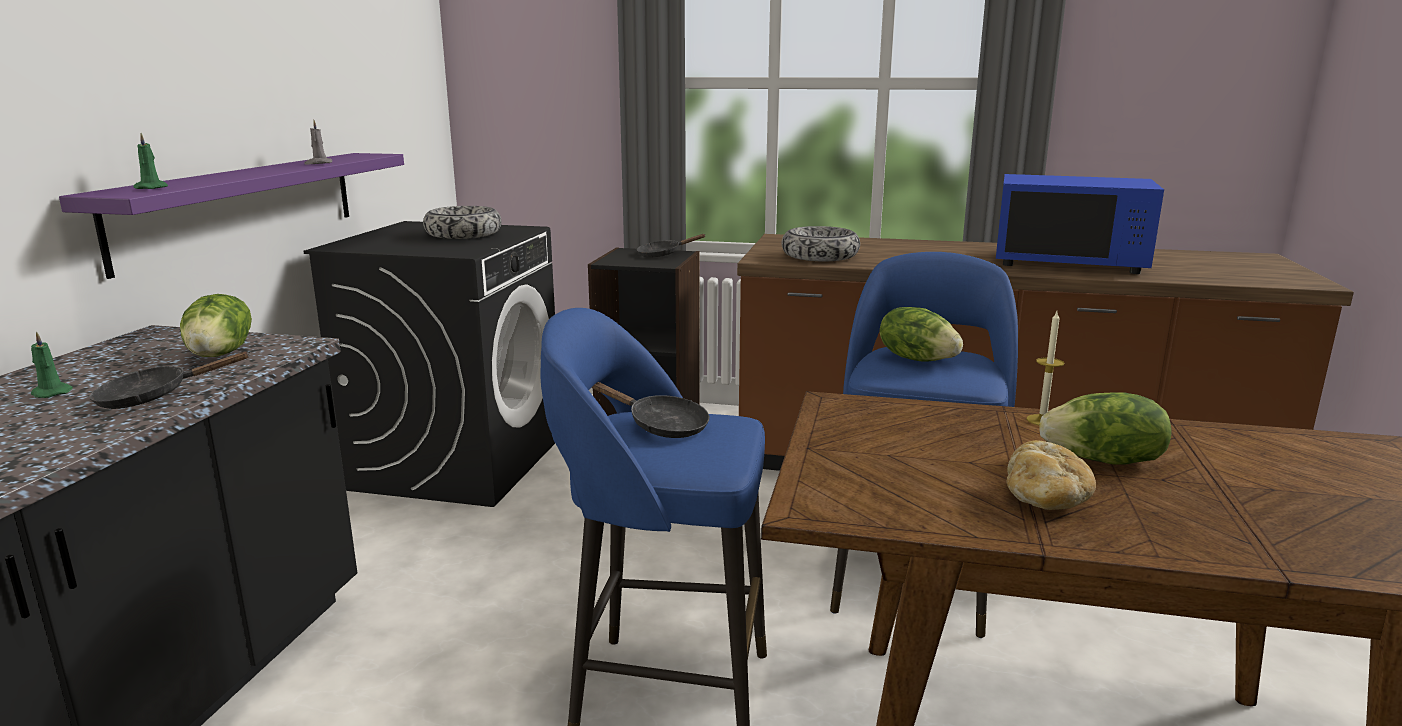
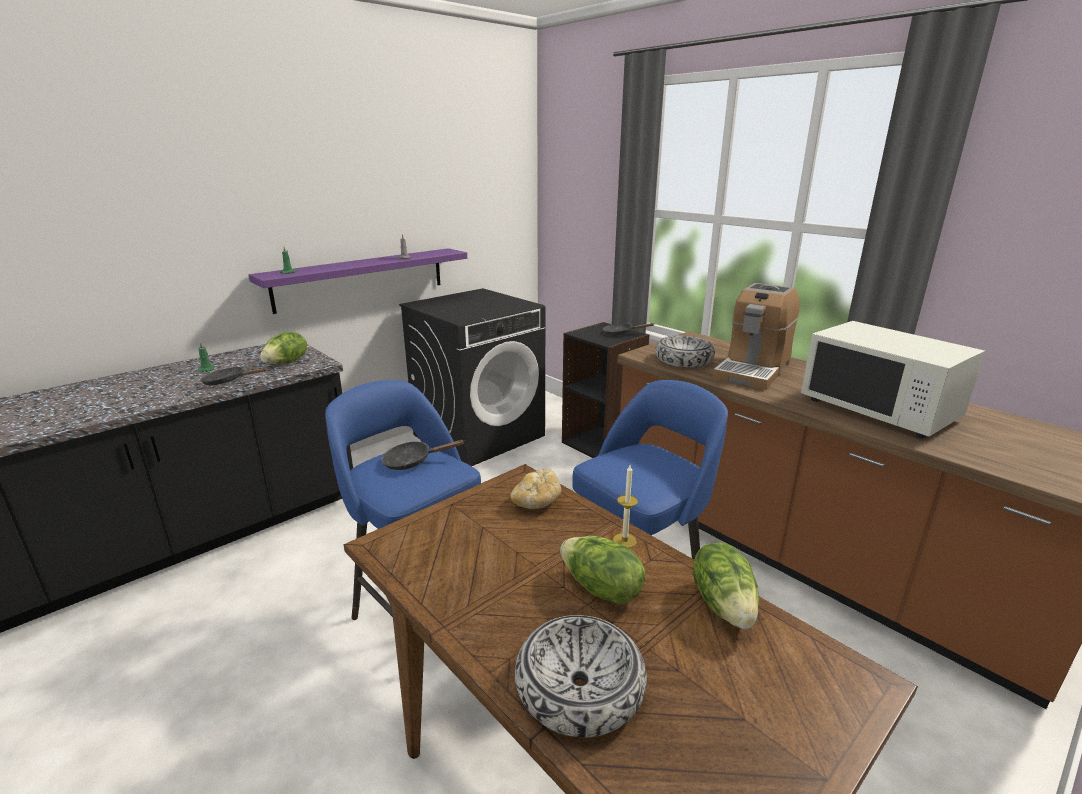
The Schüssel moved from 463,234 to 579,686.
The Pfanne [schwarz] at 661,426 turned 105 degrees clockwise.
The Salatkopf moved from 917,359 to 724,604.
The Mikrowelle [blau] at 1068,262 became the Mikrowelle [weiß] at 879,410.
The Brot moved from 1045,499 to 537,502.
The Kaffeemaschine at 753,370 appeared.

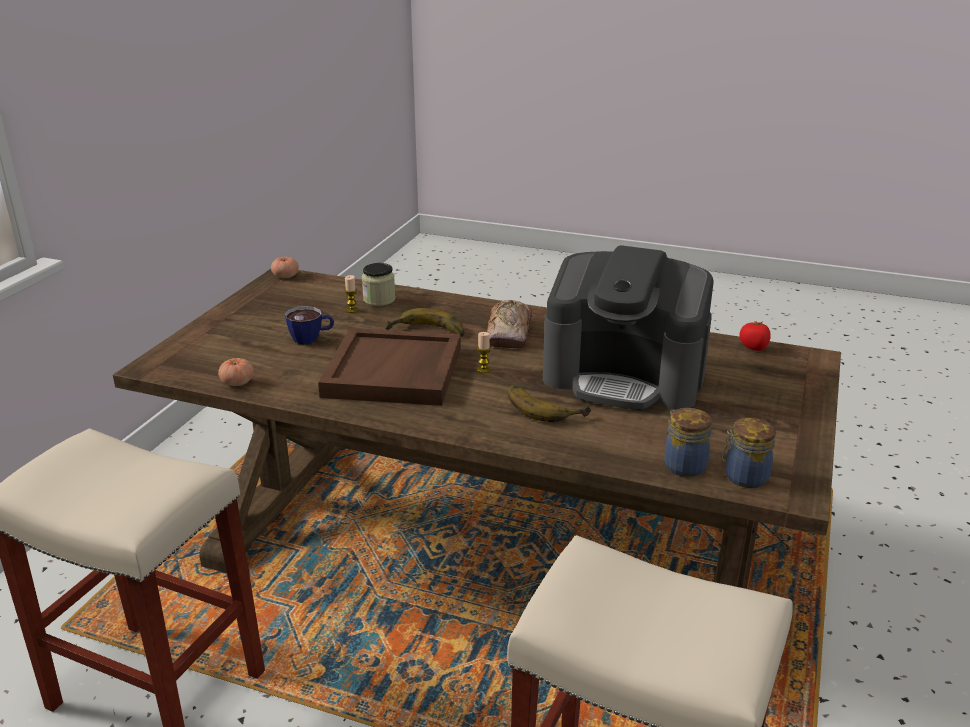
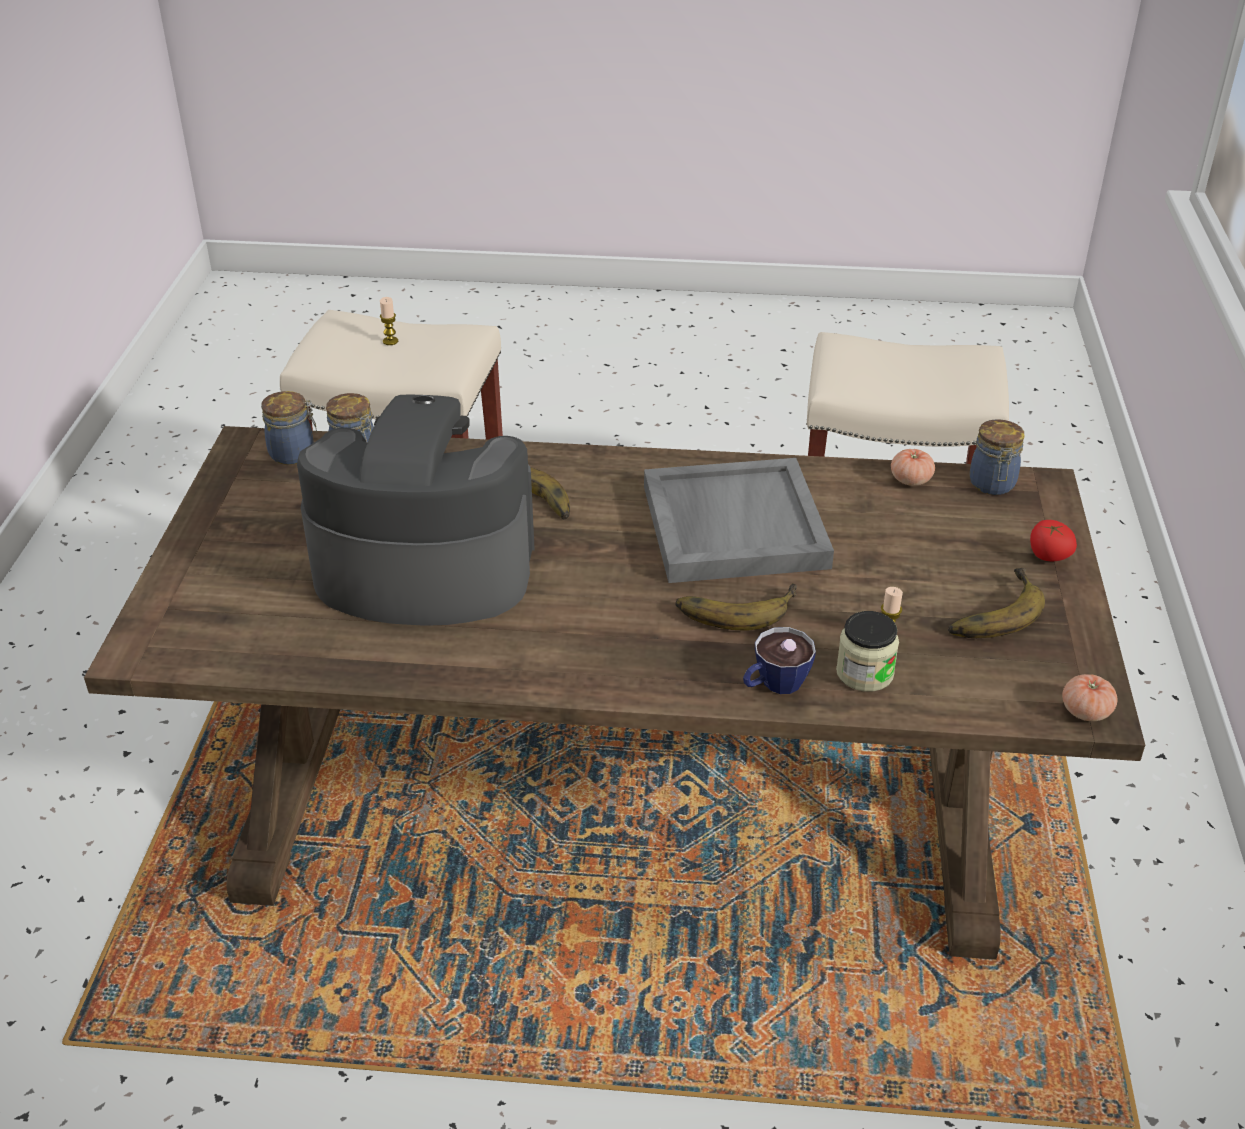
The Tasse moved from 311,338 to 774,685.
The Tablett [braun] at 394,372 became the Tablett [grau] at 732,525.
The Kerze moved from 483,370 to 390,341.
The Brot at 509,333 disappeared.
The Tomate moved from 754,347 to 1048,556.
The Banane at 989,611 appeared.
The Vorratsglas at 992,485 appeared.

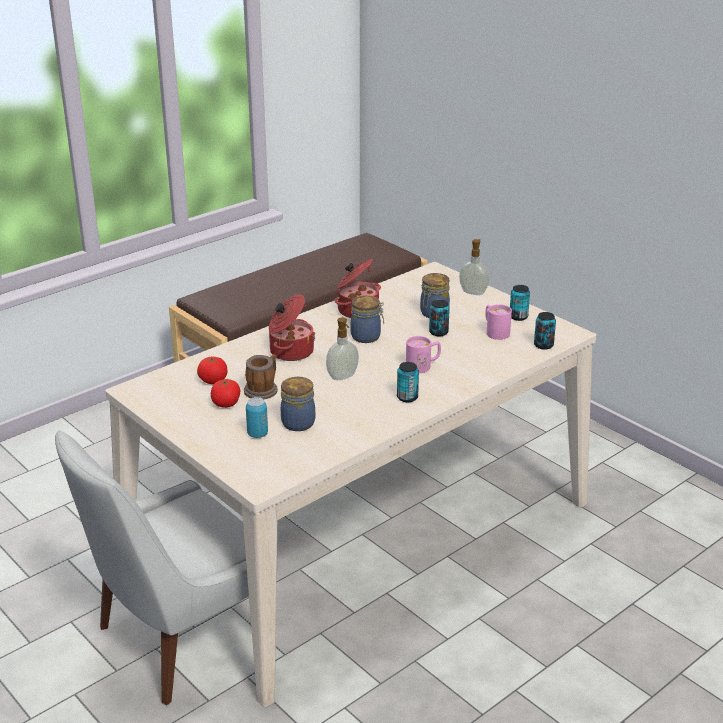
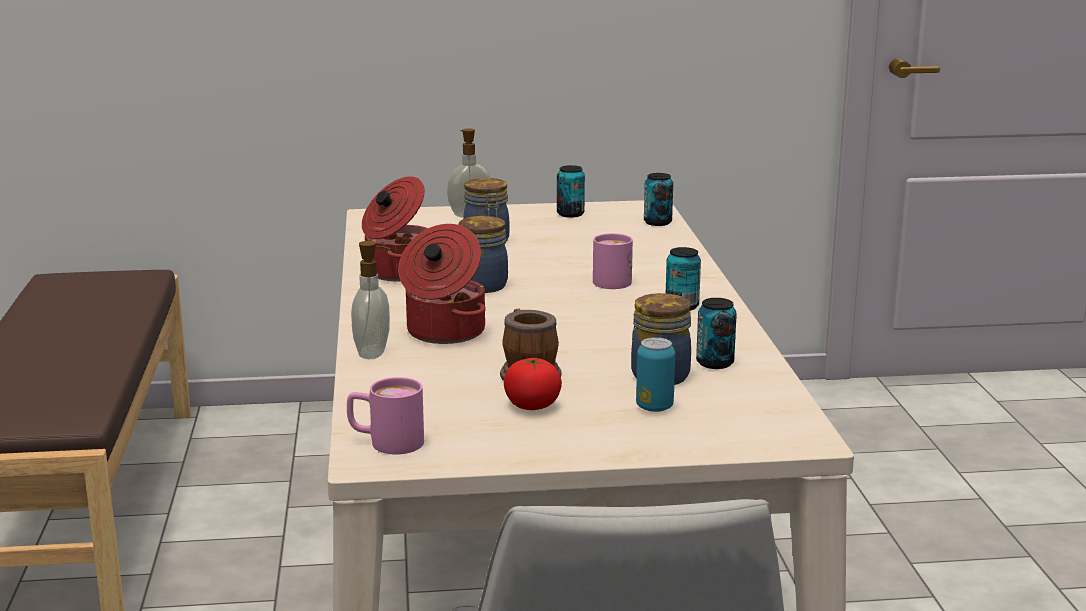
The Tomate at 213,380 disappeared.
The Seifenspender moved from 343,377 to 374,353.
The Dose moved from 438,332 to 715,363.
The Henkelbecher [rosa] moved from 495,331 to 386,442.

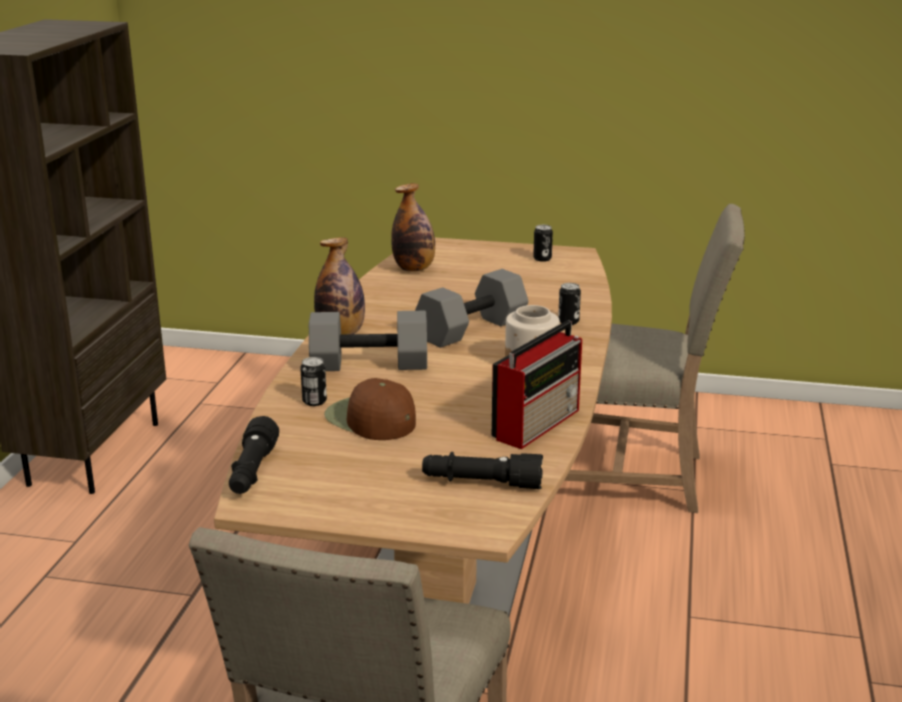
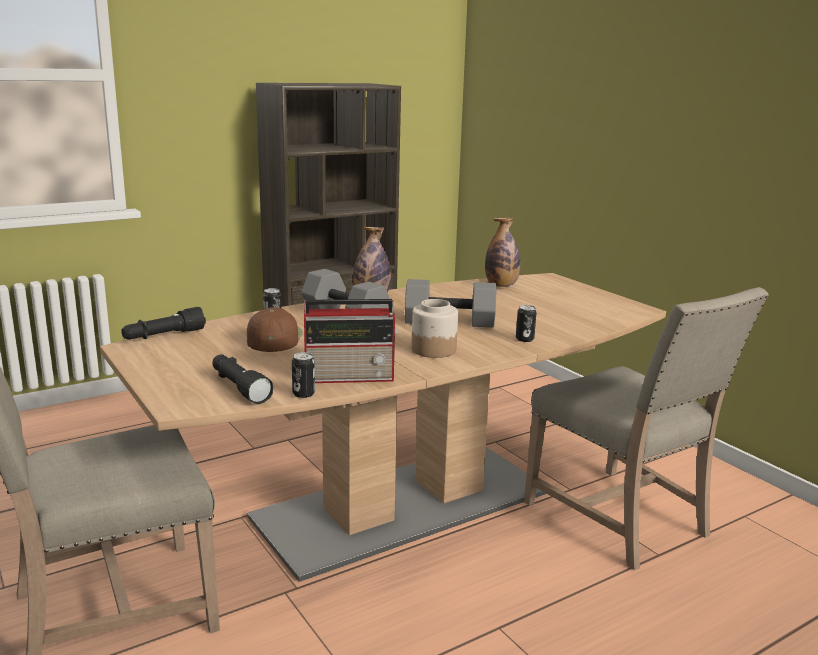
The Dose moved from 542,259 to 303,394.

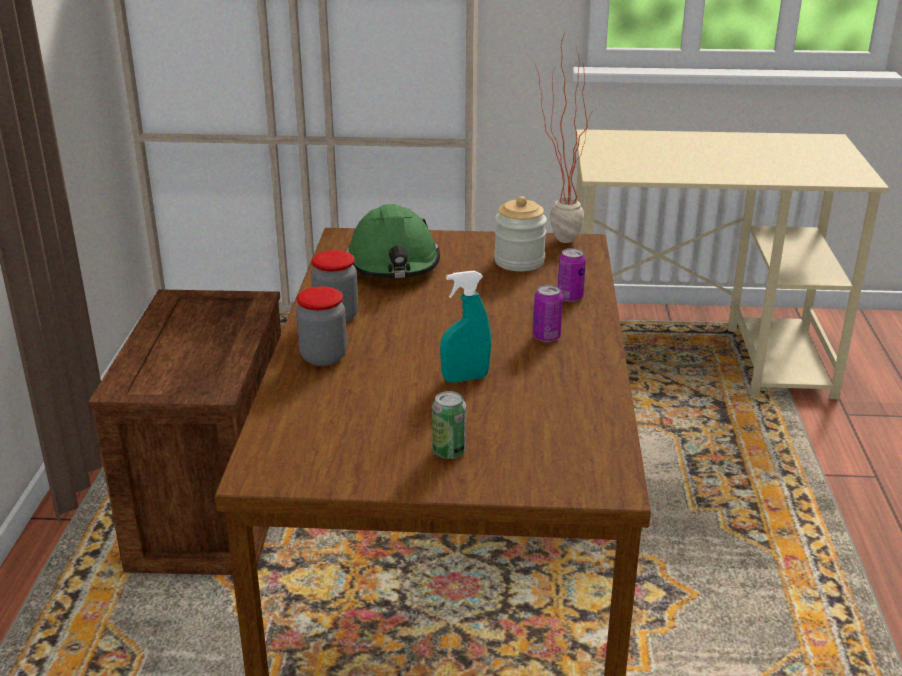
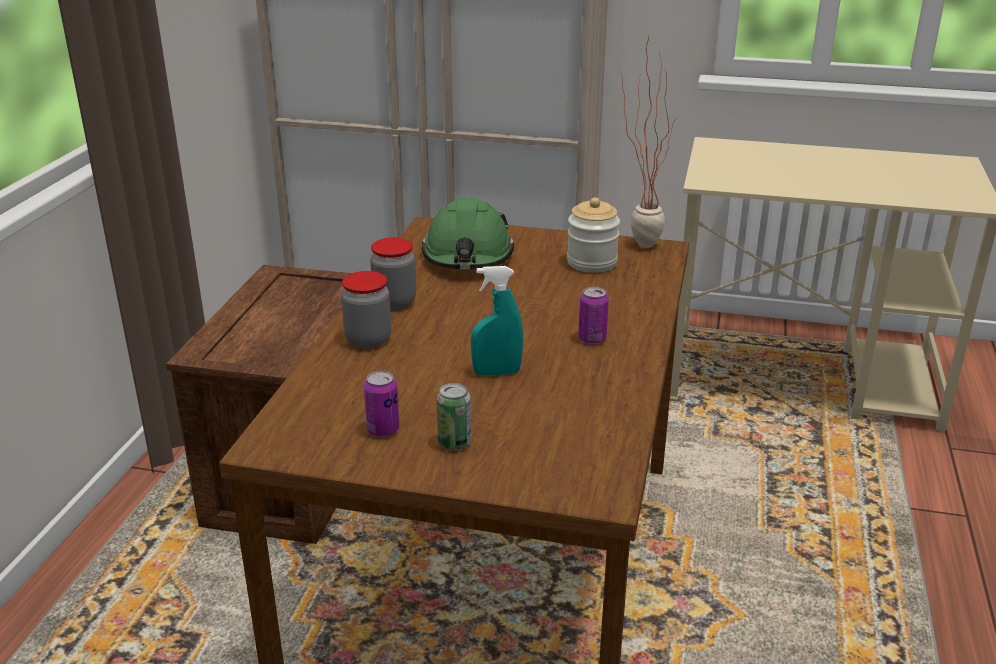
The Dose moved from 570,297 to 383,430.

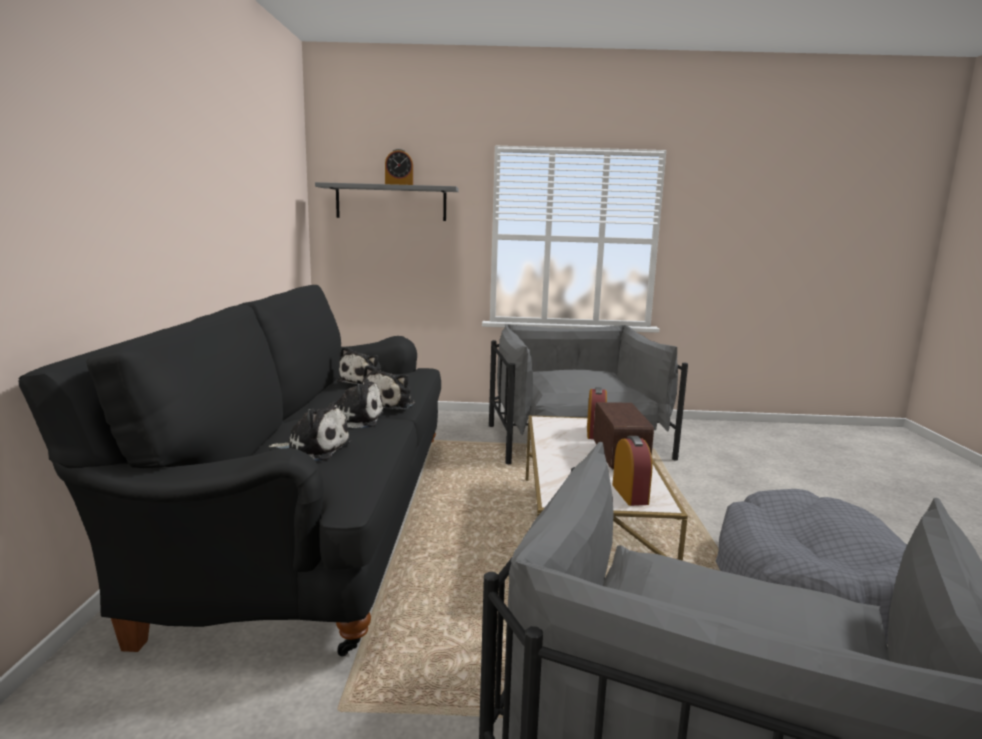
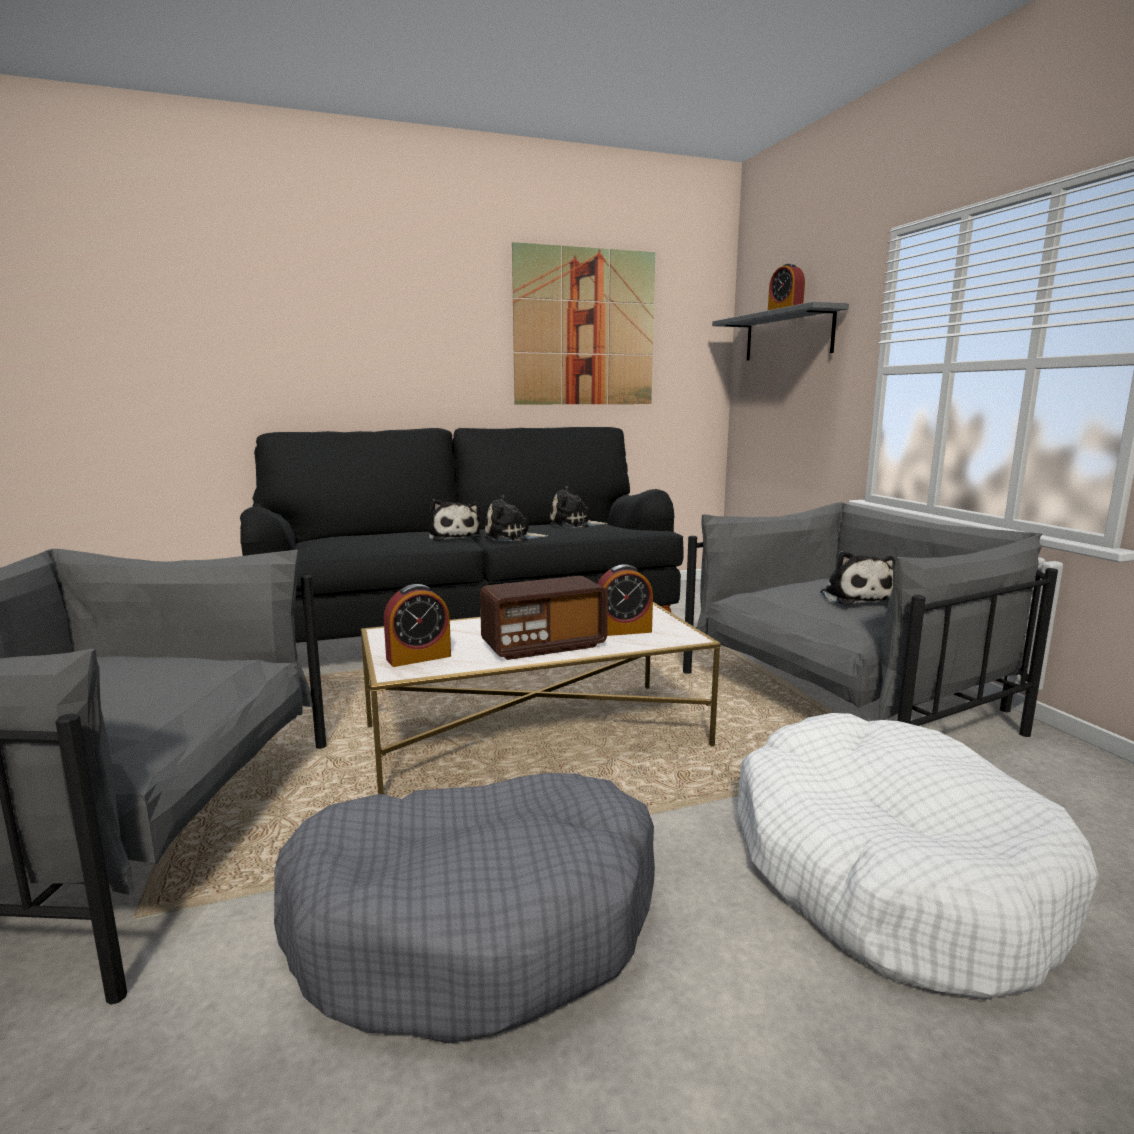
The Plüschtier moved from 313,449 to 855,597.
The Bild at 585,327 appeared.
The Hundebett [weiß] at 887,872 appeared.

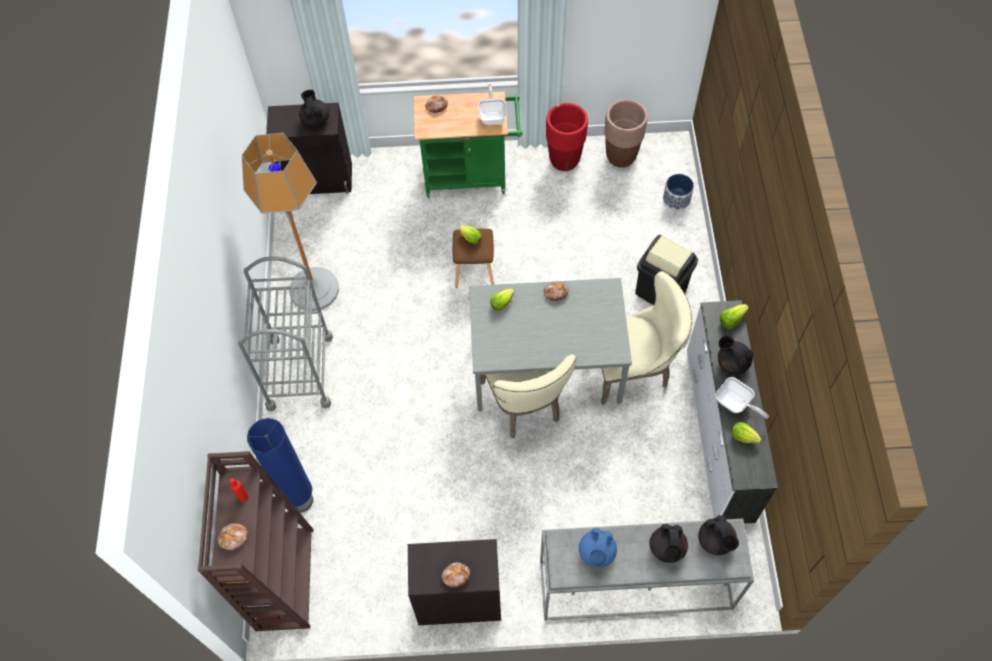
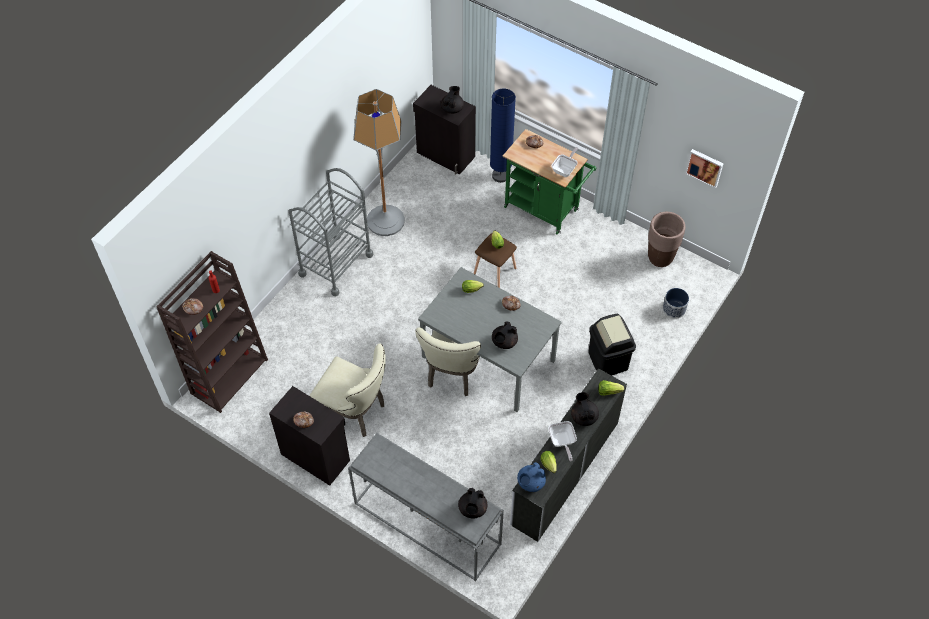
The Stehlampe [blau] moved from 300,500 to 500,176.
The Pflanzkübel [rot] at 564,160 disappeared.
The Teekanne [blau] moved from 596,553 to 530,483.
The Stuhl [beige] moved from 633,369 to 354,411.
The Teekanne [schwarz] moved from 667,548 to 504,342.
The Bild at 704,167 appeared.

